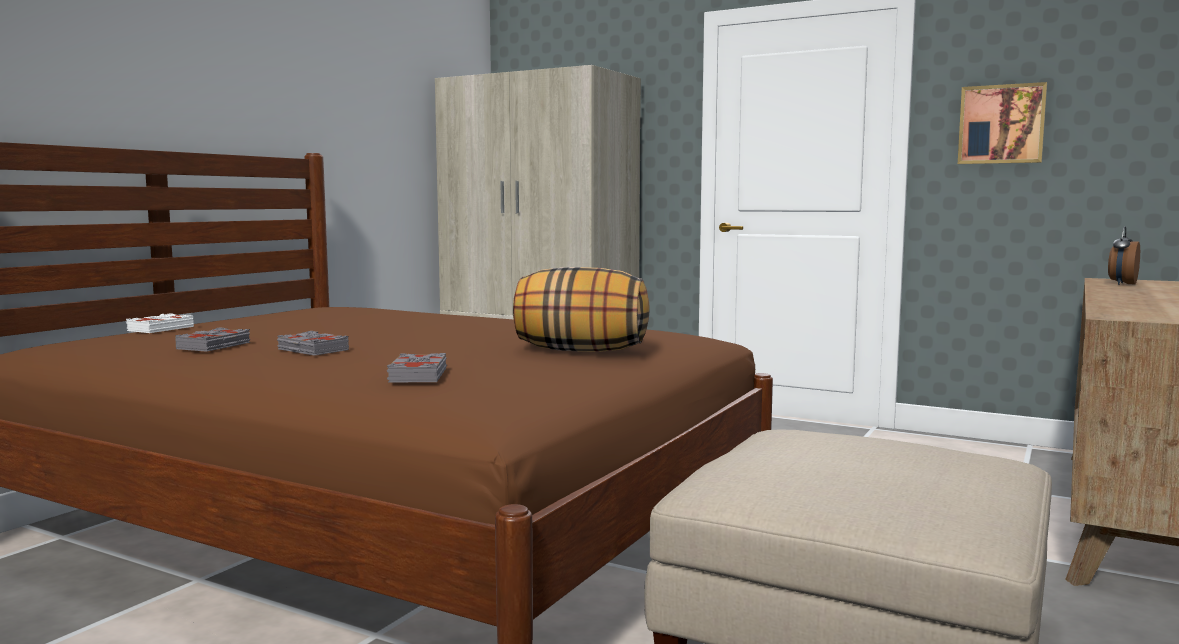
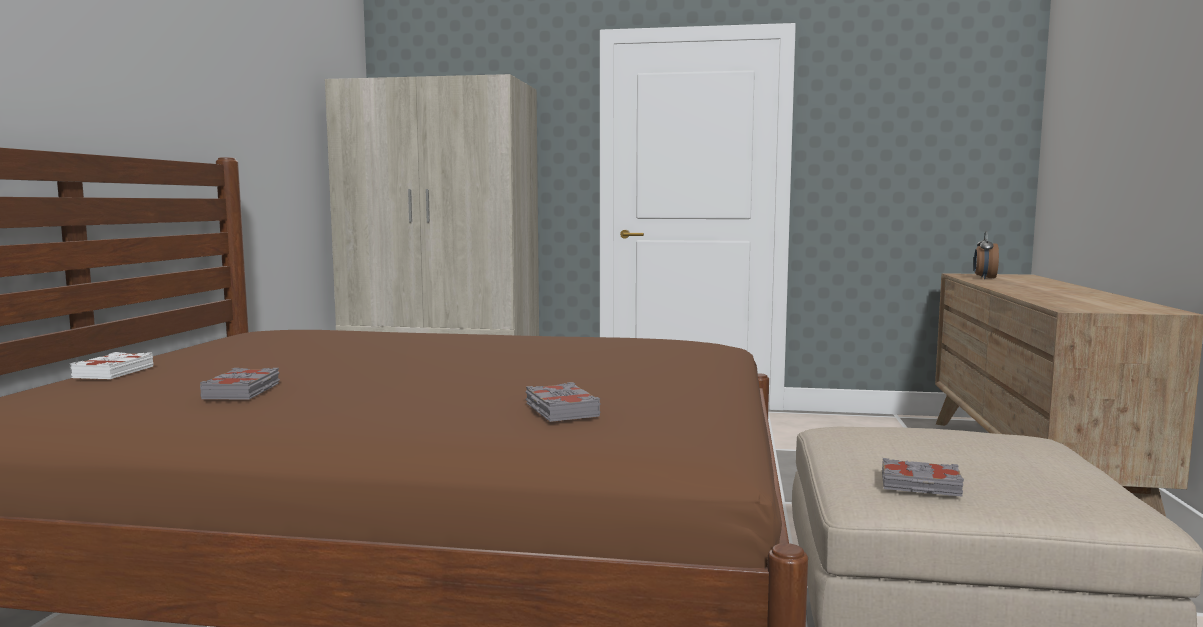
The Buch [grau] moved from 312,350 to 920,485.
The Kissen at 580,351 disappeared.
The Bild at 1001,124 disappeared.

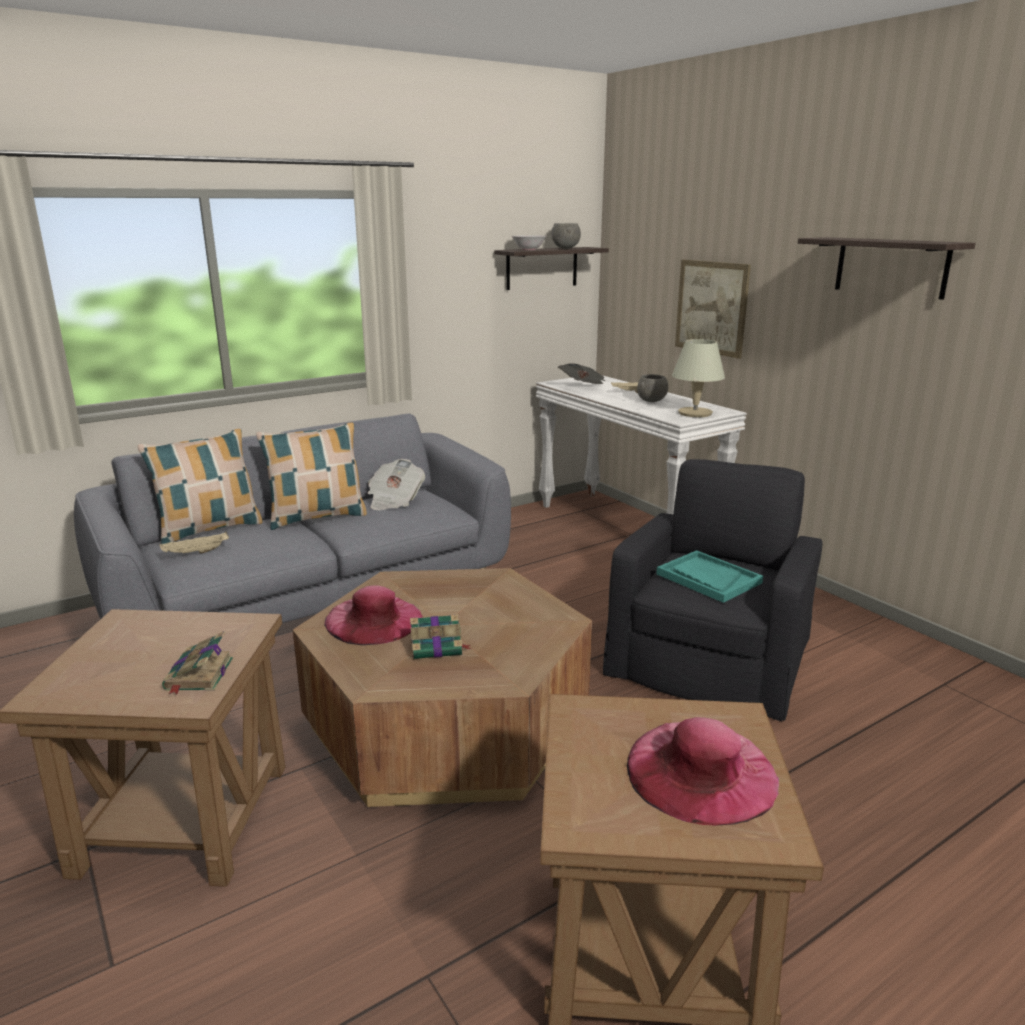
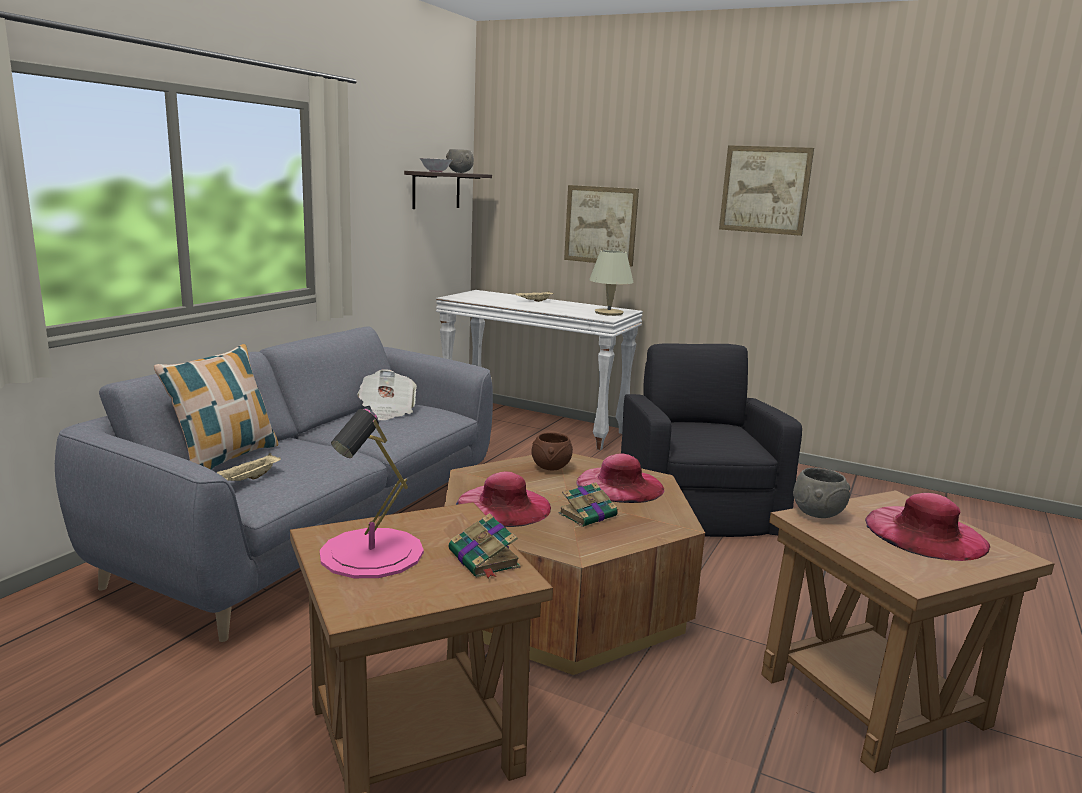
The Kissen at 317,517 disappeared.
The Zeitung at 583,387 disappeared.
The Schüssel [grau] moved from 651,401 to 816,514.
The Tablett [türkis] at 708,578 disappeared.
The Wandregal at 891,267 was replaced by the Bild at 765,190.
The Tischlampe [rosa] at 372,553 appeared.
The Schüssel [braun] at 551,468 appeared.
The Hut [rosa] at 620,485 appeared.

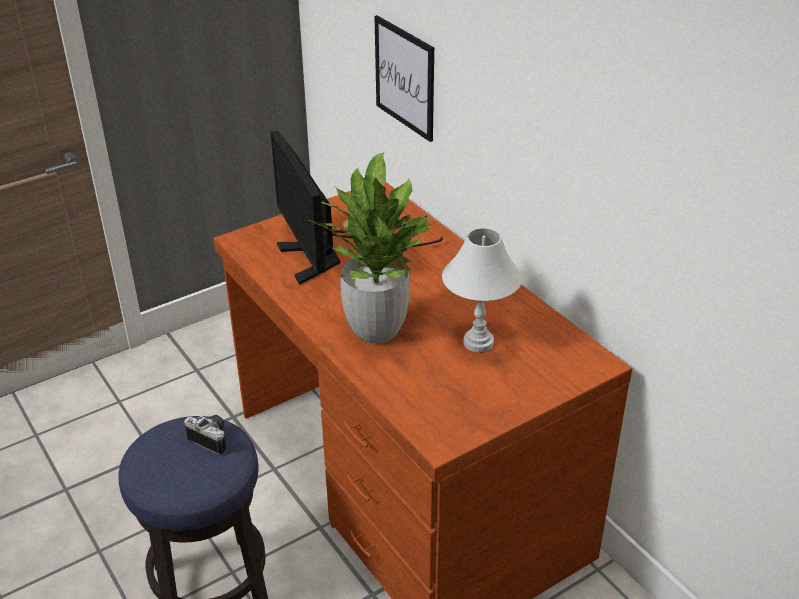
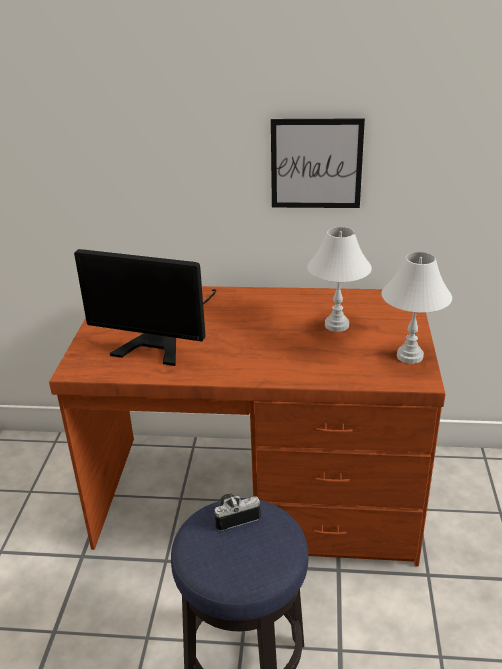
The Topfpflanze at 375,330 disappeared.
The Bild moved from 405,78 to 316,164.
The Tischlampe [weiß] at 410,356 appeared.

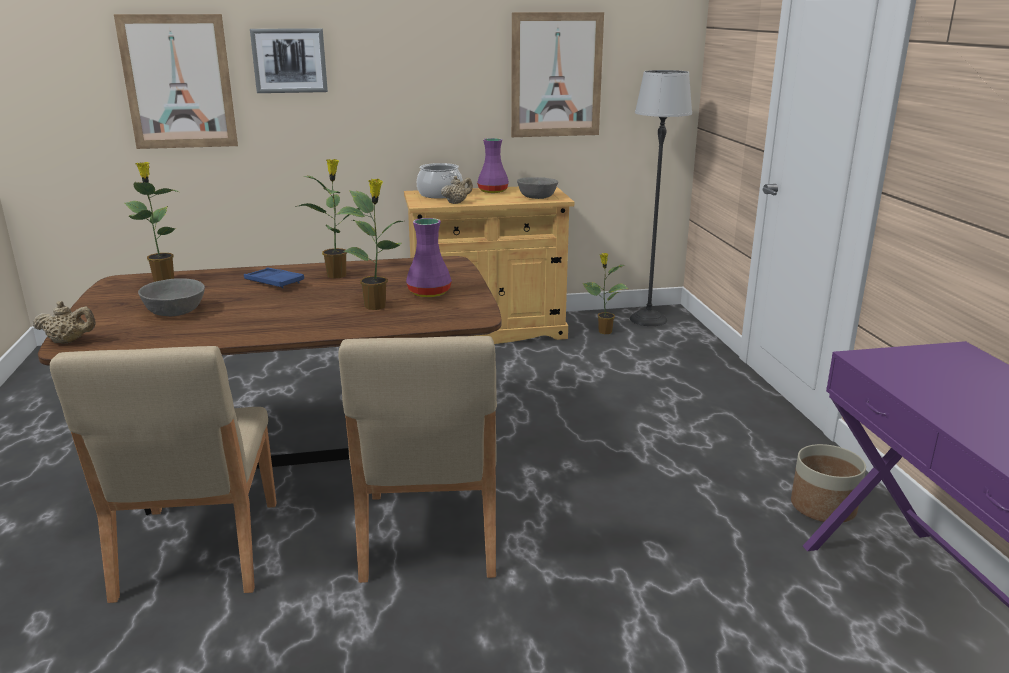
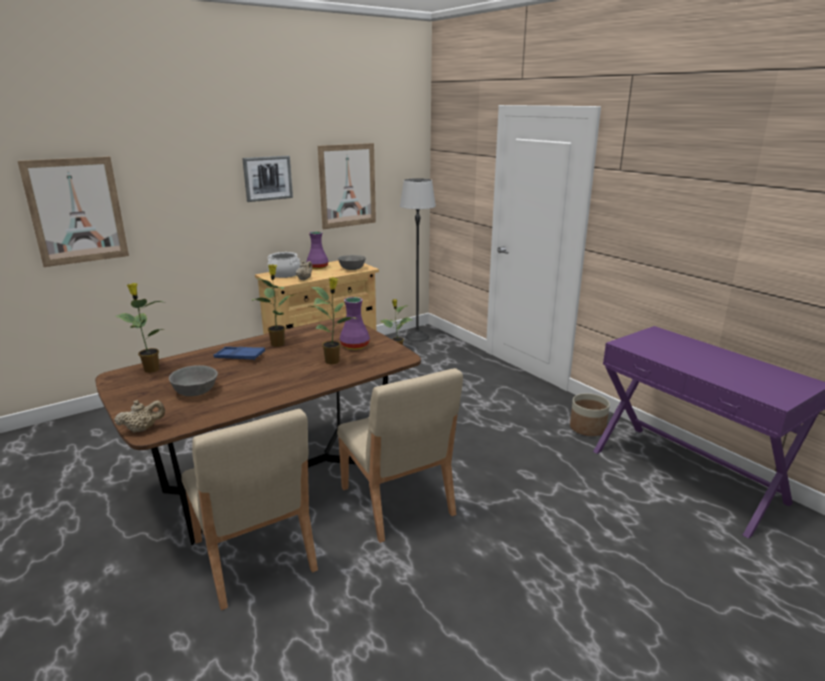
The Bild moved from 289,60 to 267,178.

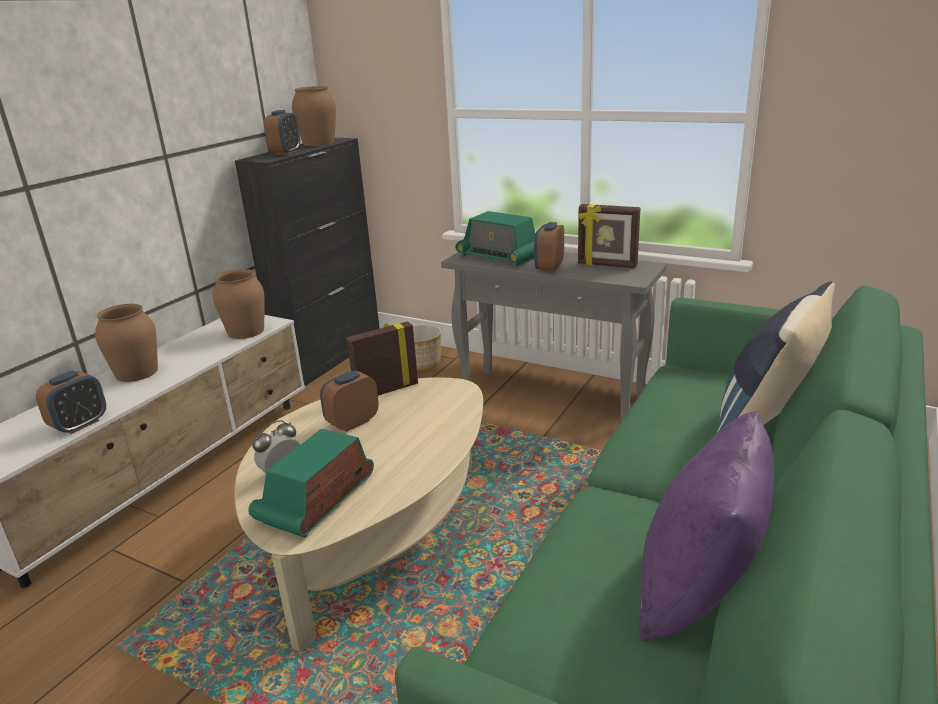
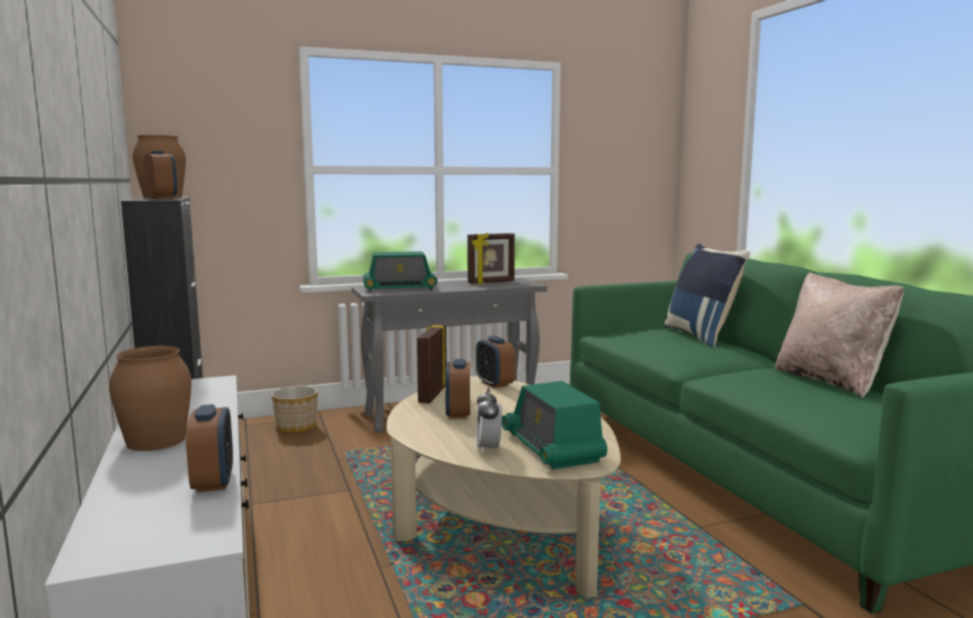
The Vase [braun] at 246,331 disappeared.
The Wecker moved from 549,268 to 494,384.
The Kissen [lila] at 699,590 became the Kissen [beige] at 831,381.

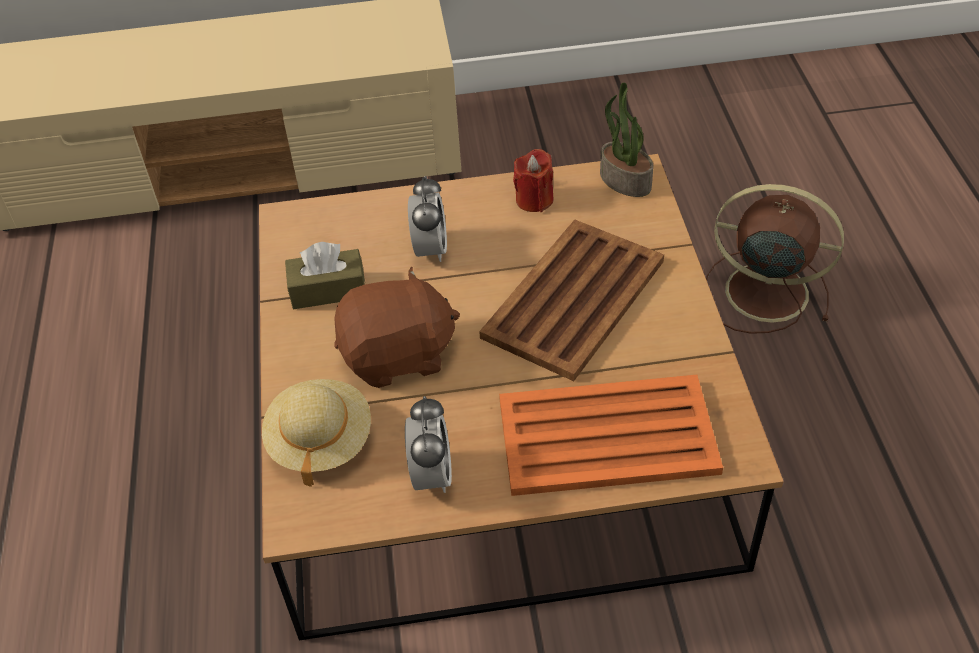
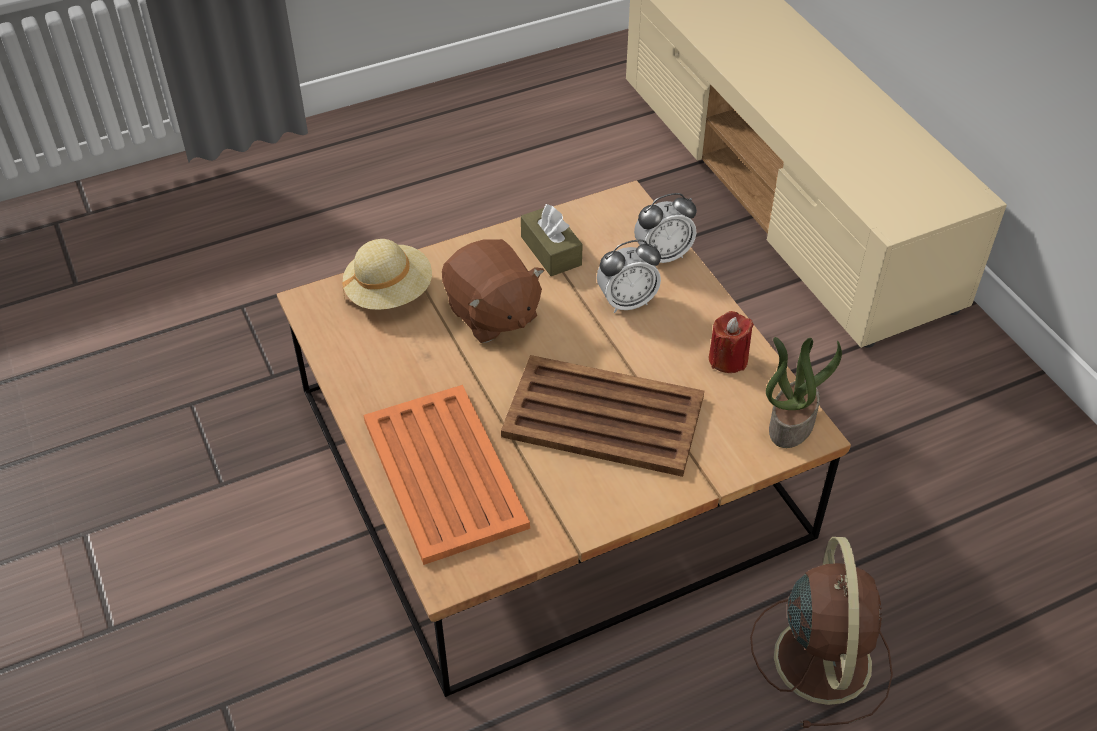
The Wecker moved from 431,475 to 663,255.

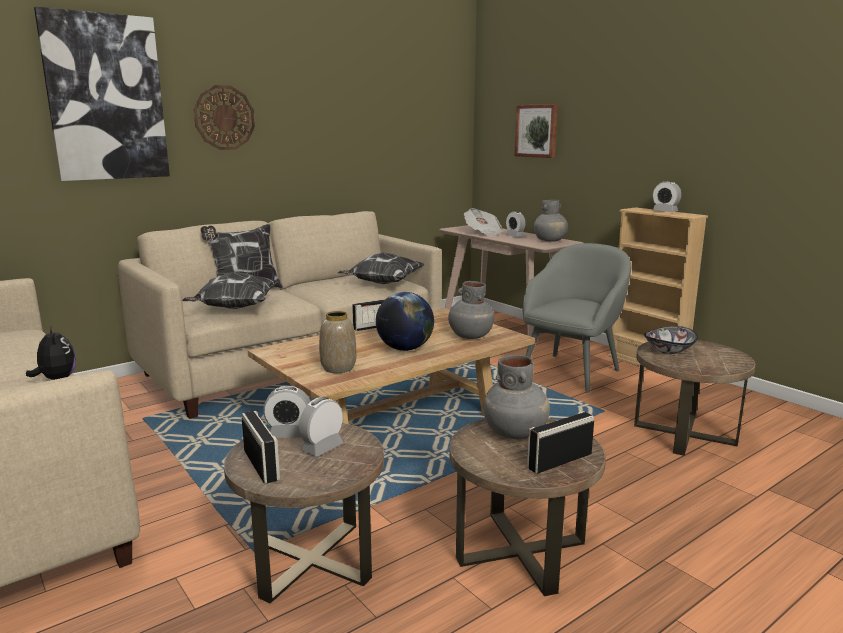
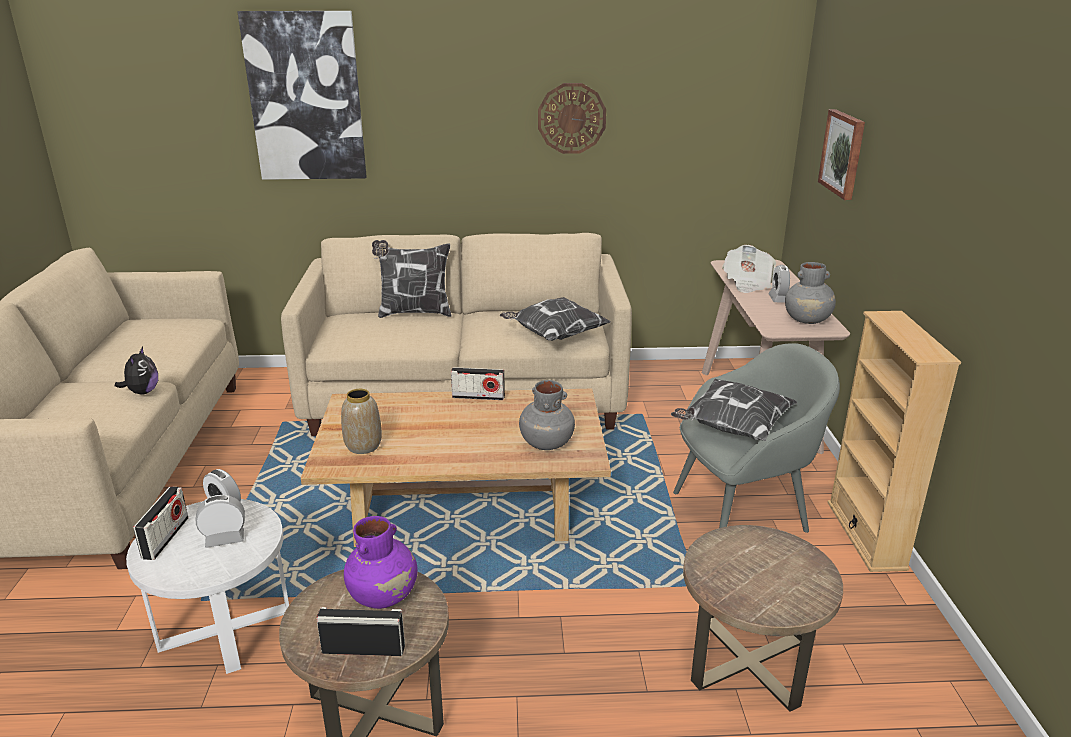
The Kissen moved from 234,309 to 732,428.
The Wanduhr moved from 224,118 to 571,118.
The Beistelltisch [braun] at 311,559 became the Beistelltisch [weiß] at 225,627.
The Globus at 405,349 disappeared.
The Vase [grau] at 515,432 became the Vase [lila] at 384,595.
The Schüssel at 668,350 disappeared.
The Wecker at 665,211 disappeared.

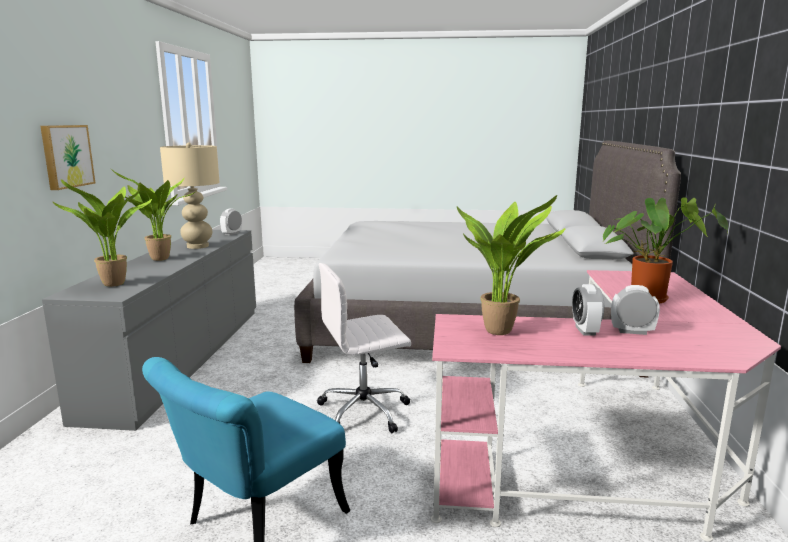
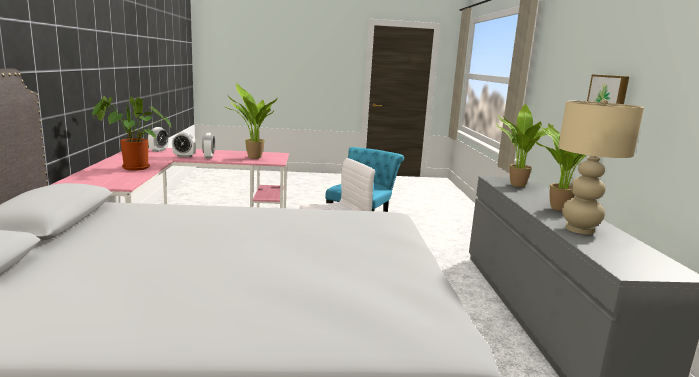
The Wecker moved from 232,233 to 158,150.

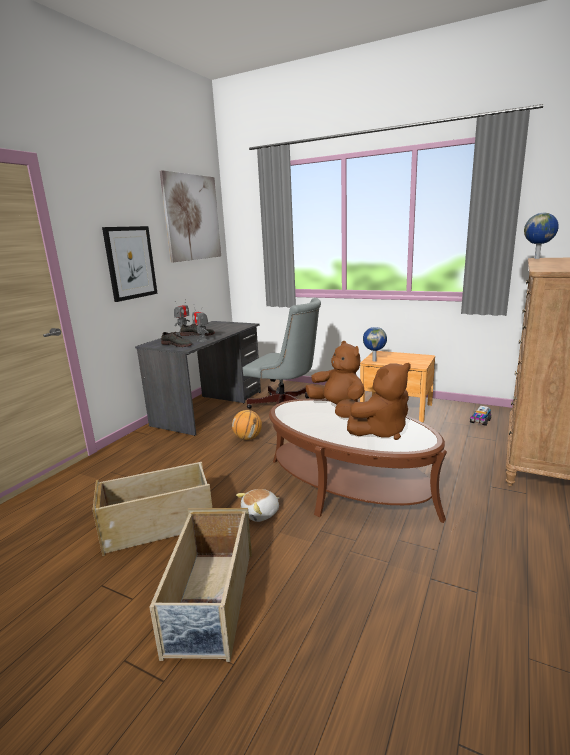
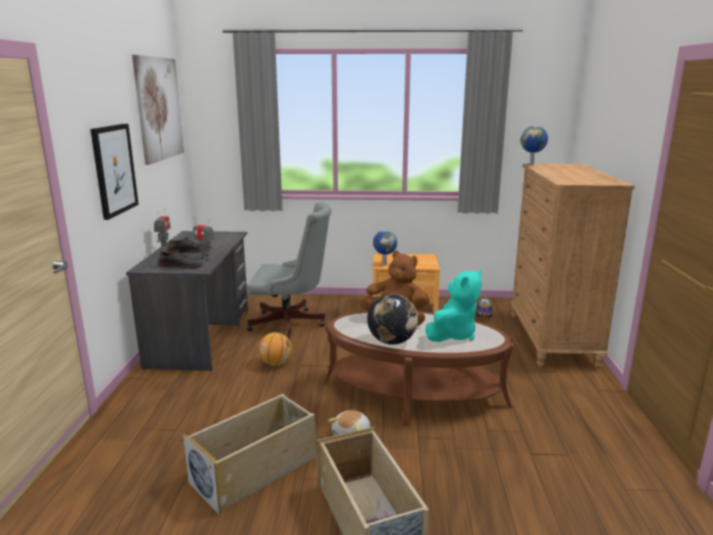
The Plüschtier [braun] at 381,431 became the Plüschtier [türkis] at 453,335.
The Globus at 392,341 appeared.

